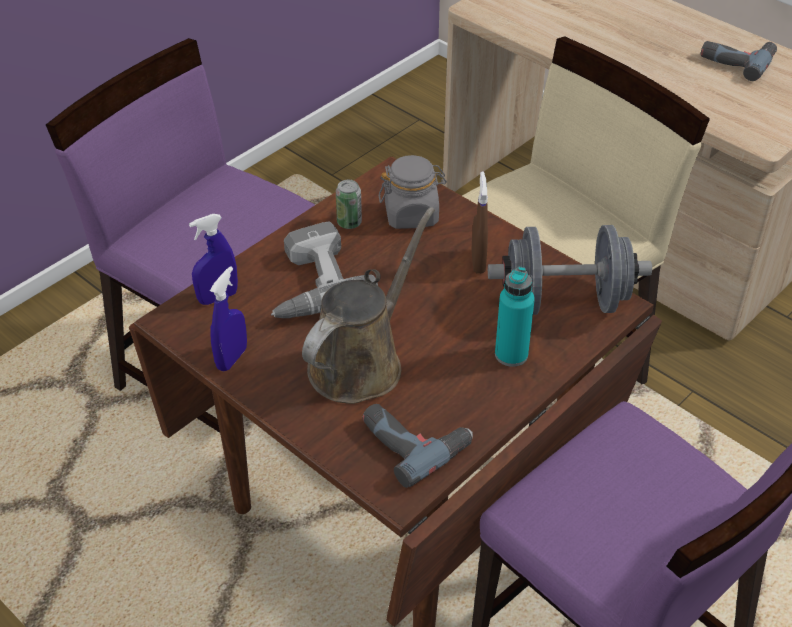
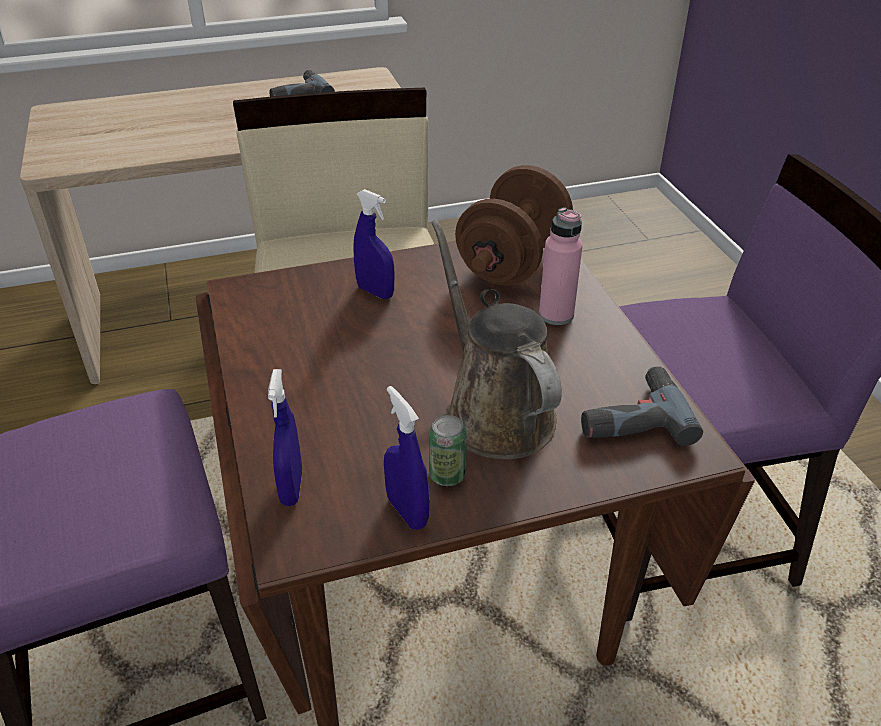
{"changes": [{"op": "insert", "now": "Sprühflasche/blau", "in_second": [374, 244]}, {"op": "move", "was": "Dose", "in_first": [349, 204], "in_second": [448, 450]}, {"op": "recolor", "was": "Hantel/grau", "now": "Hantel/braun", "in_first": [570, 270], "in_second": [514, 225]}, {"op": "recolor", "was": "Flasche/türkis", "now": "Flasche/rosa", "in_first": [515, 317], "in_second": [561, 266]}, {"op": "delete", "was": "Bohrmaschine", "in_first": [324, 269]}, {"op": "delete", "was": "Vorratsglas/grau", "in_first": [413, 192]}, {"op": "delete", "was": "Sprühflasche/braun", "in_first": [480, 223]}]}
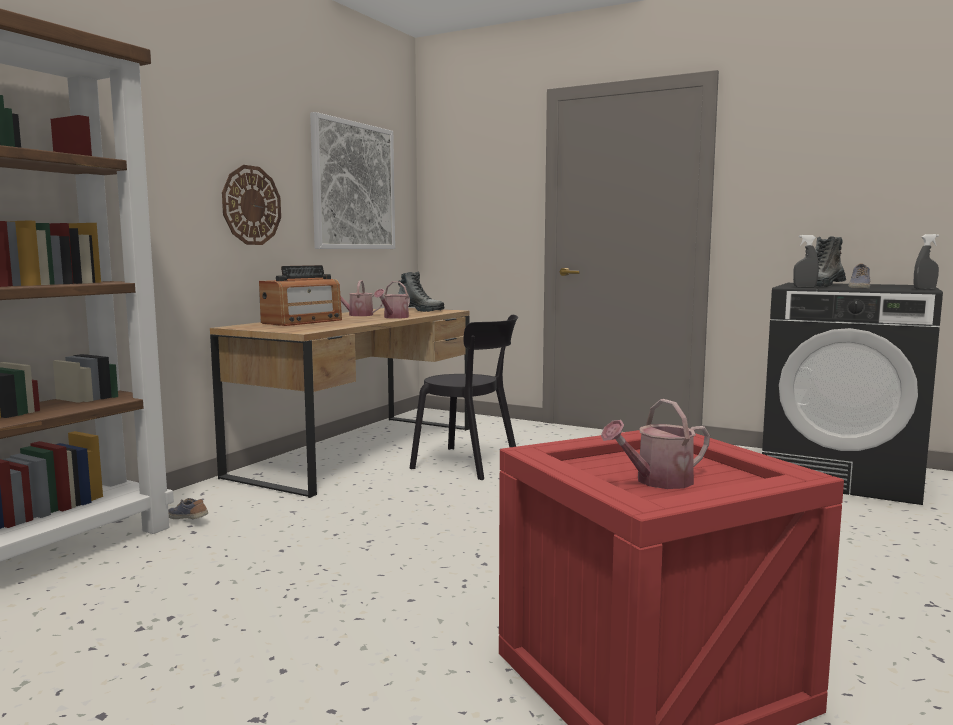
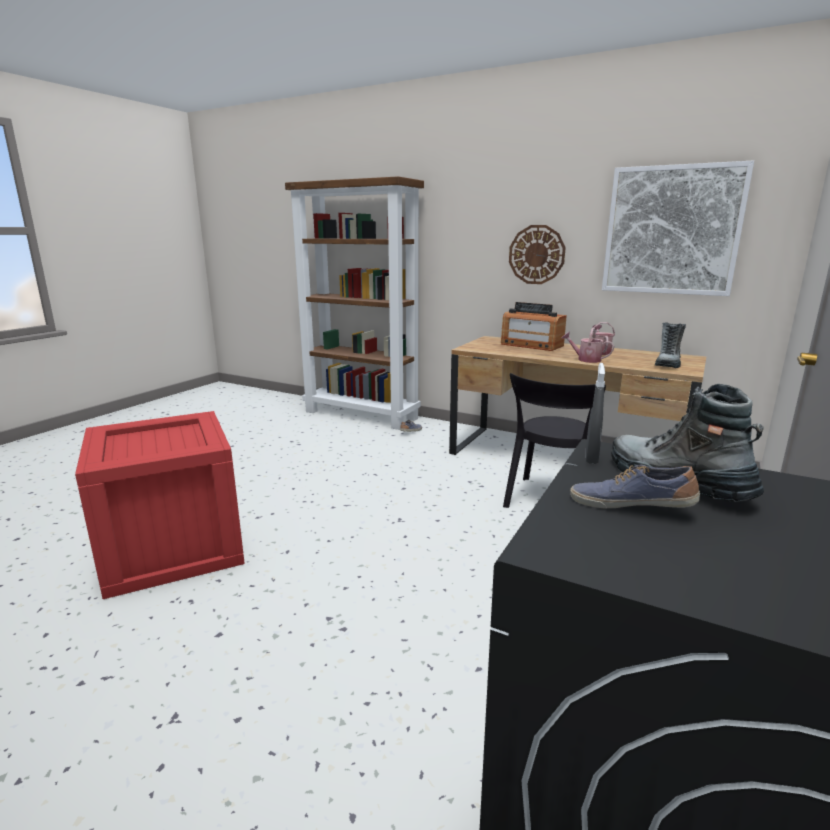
{"changes": [{"op": "delete", "was": "Gießkanne", "in_first": [655, 444]}, {"op": "delete", "was": "Sprühflasche/grau", "in_first": [926, 262]}]}
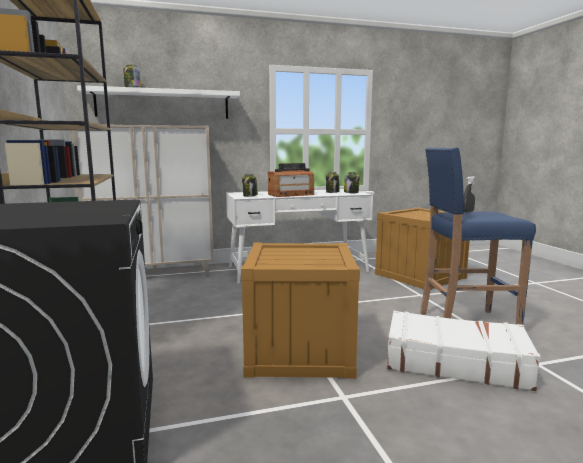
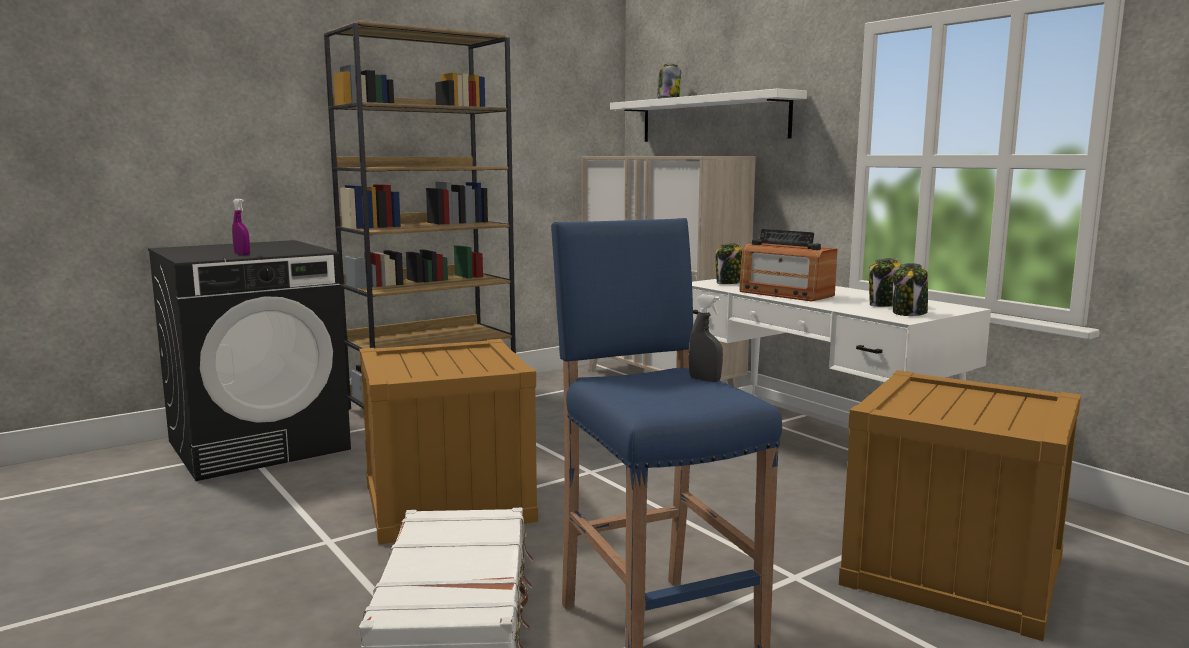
{"changes": [{"op": "insert", "now": "Sprühflasche/lila", "in_second": [241, 227]}]}
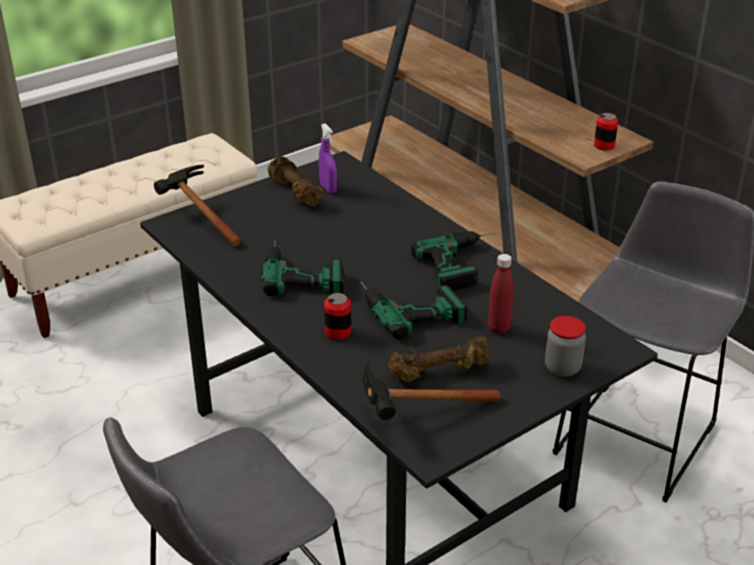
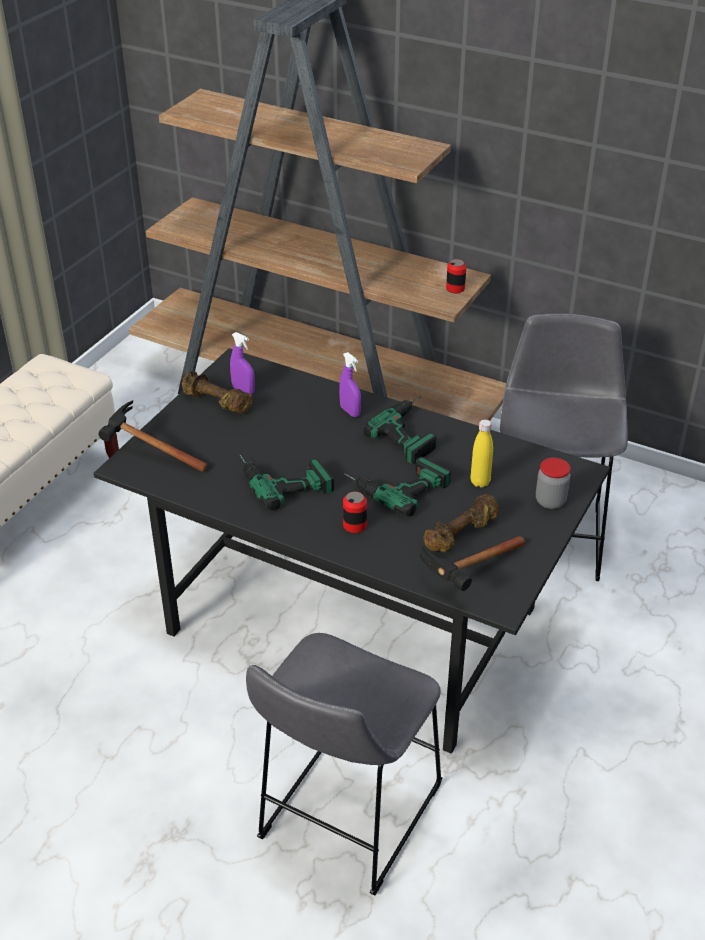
{"changes": [{"op": "insert", "now": "Sprühflasche/lila", "in_second": [350, 384]}, {"op": "recolor", "was": "Flasche/rot", "now": "Flasche/gelb", "in_first": [501, 294], "in_second": [481, 453]}]}
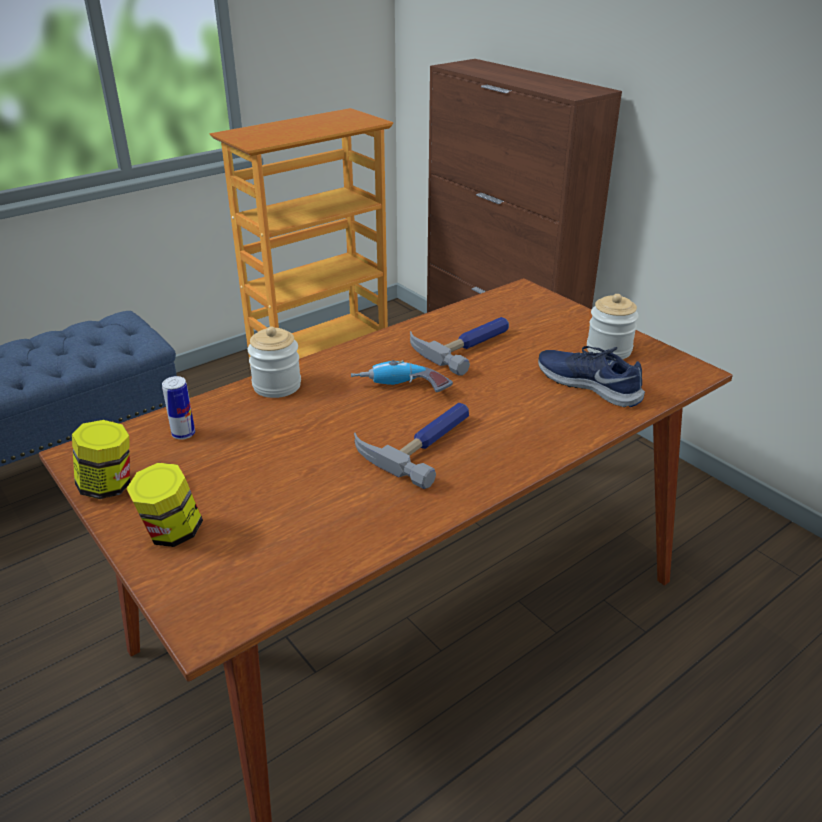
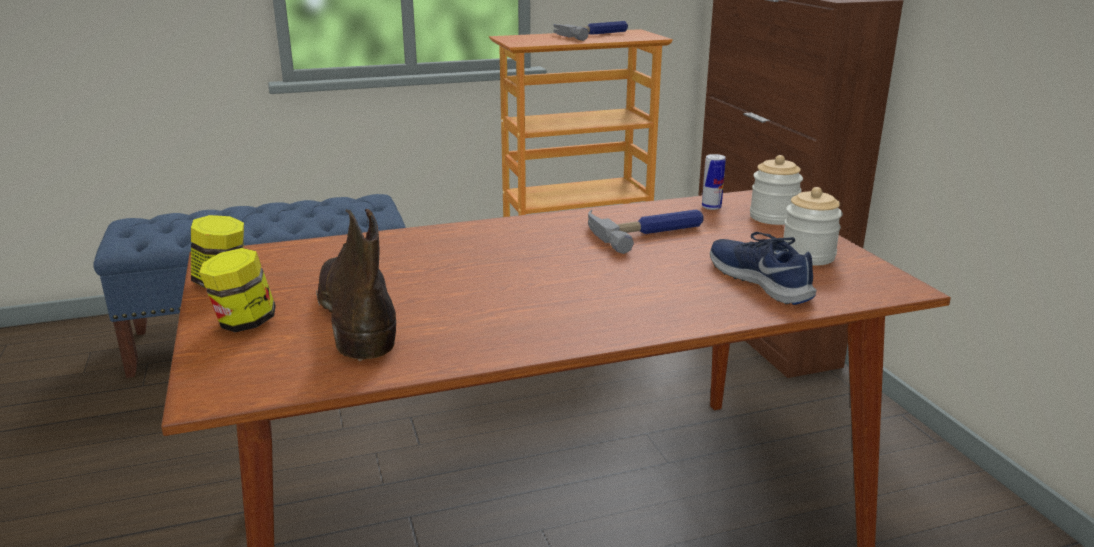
{"changes": [{"op": "insert", "now": "Stiefel/braun", "in_second": [356, 285]}, {"op": "move", "was": "Hammer", "in_first": [411, 446], "in_second": [590, 31]}, {"op": "move", "was": "Dose", "in_first": [178, 407], "in_second": [714, 182]}, {"op": "move", "was": "Vorratsglas", "in_first": [274, 362], "in_second": [776, 190]}, {"op": "delete", "was": "Bohrmaschine", "in_first": [402, 376]}]}
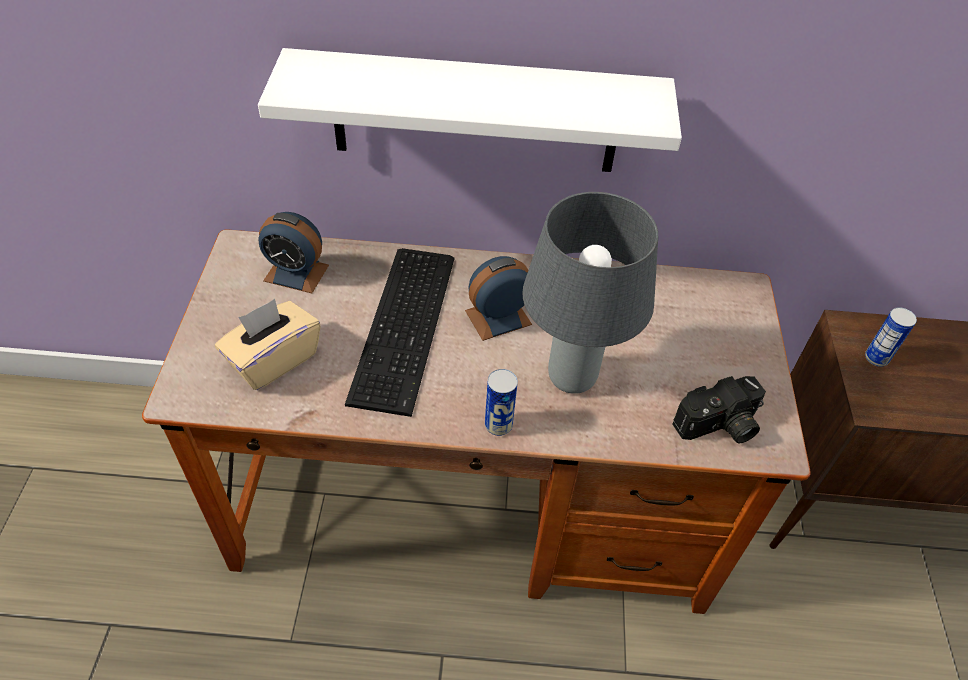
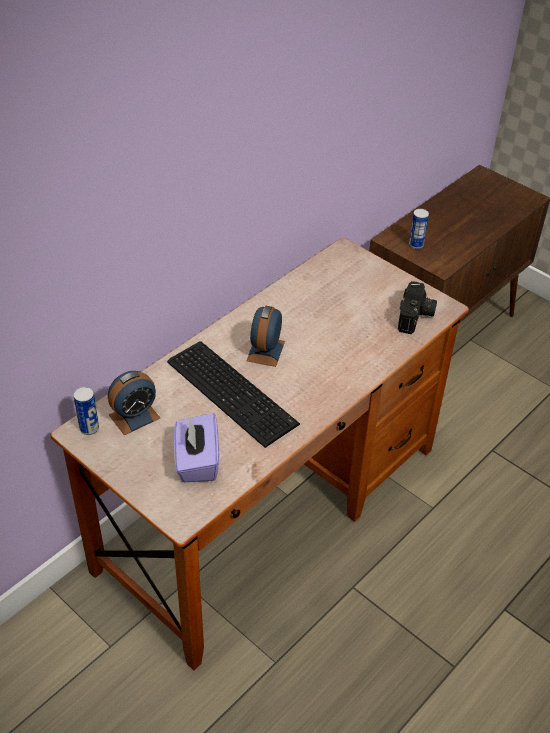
{"changes": [{"op": "move", "was": "Dose", "in_first": [501, 402], "in_second": [86, 411]}, {"op": "recolor", "was": "Taschentuchbox/beige", "now": "Taschentuchbox/lila", "in_first": [267, 344], "in_second": [196, 447]}, {"op": "delete", "was": "Wandregal/weiß", "in_first": [470, 110]}, {"op": "delete", "was": "Tischlampe/grau", "in_first": [590, 293]}]}
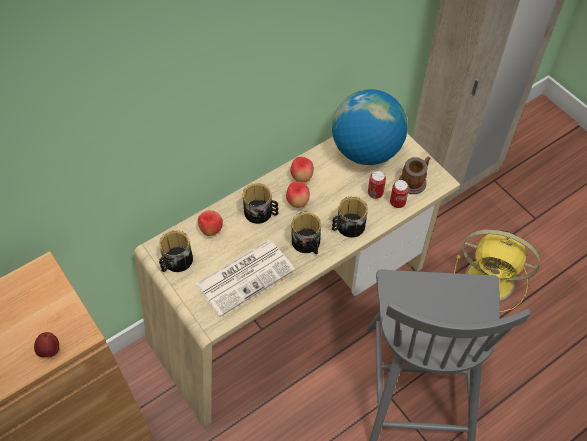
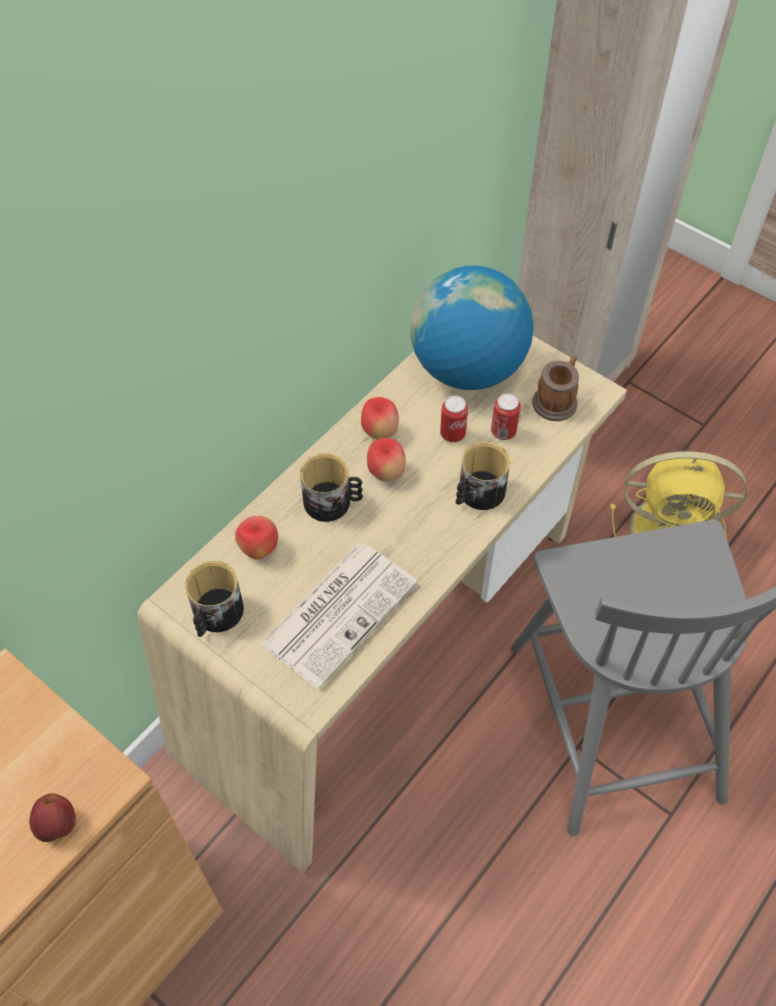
{"changes": [{"op": "move", "was": "Dose", "in_first": [399, 194], "in_second": [454, 419]}, {"op": "delete", "was": "Henkelbecher", "in_first": [306, 233]}]}
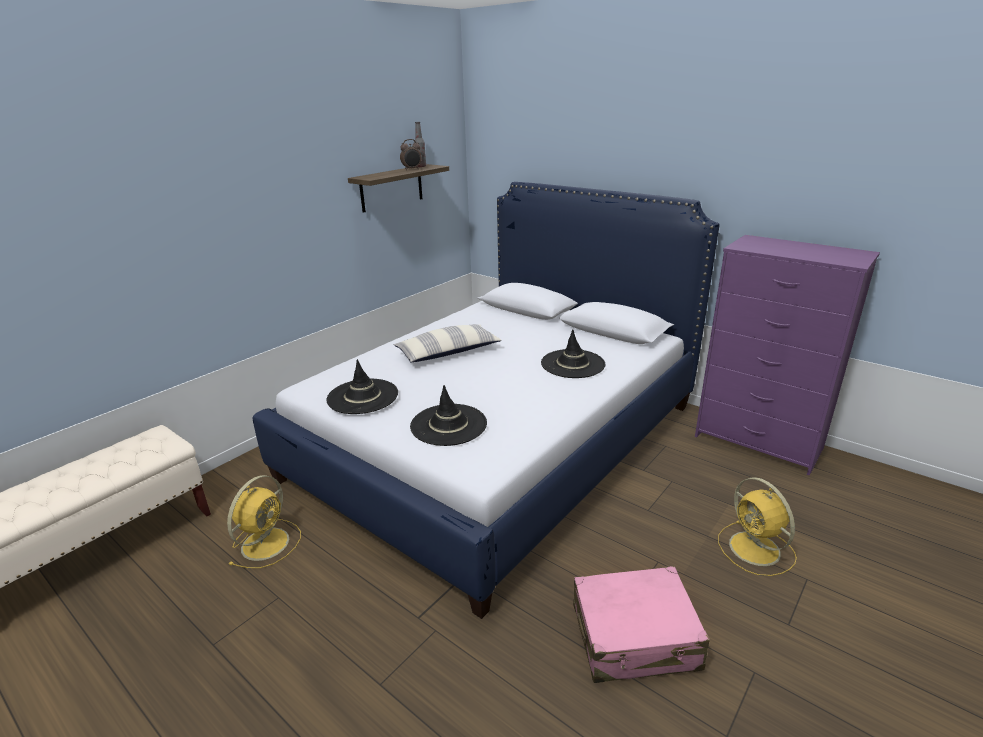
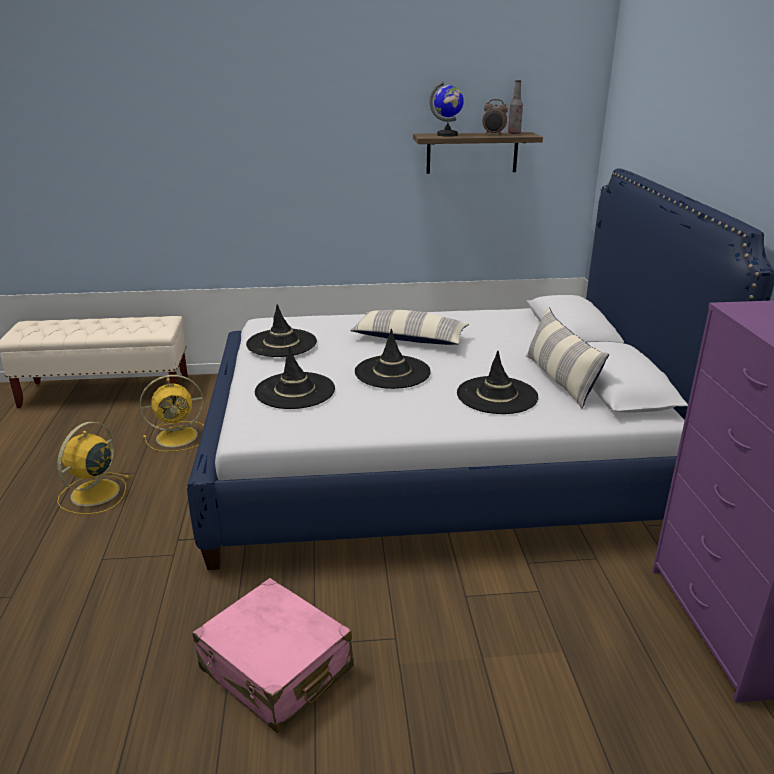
{"changes": [{"op": "move", "was": "Ventilator/gelb", "in_first": [757, 526], "in_second": [93, 468]}, {"op": "insert", "now": "Hut/schwarz", "in_second": [393, 359]}, {"op": "insert", "now": "Globus", "in_second": [446, 109]}, {"op": "insert", "now": "Kissen", "in_second": [567, 357]}]}
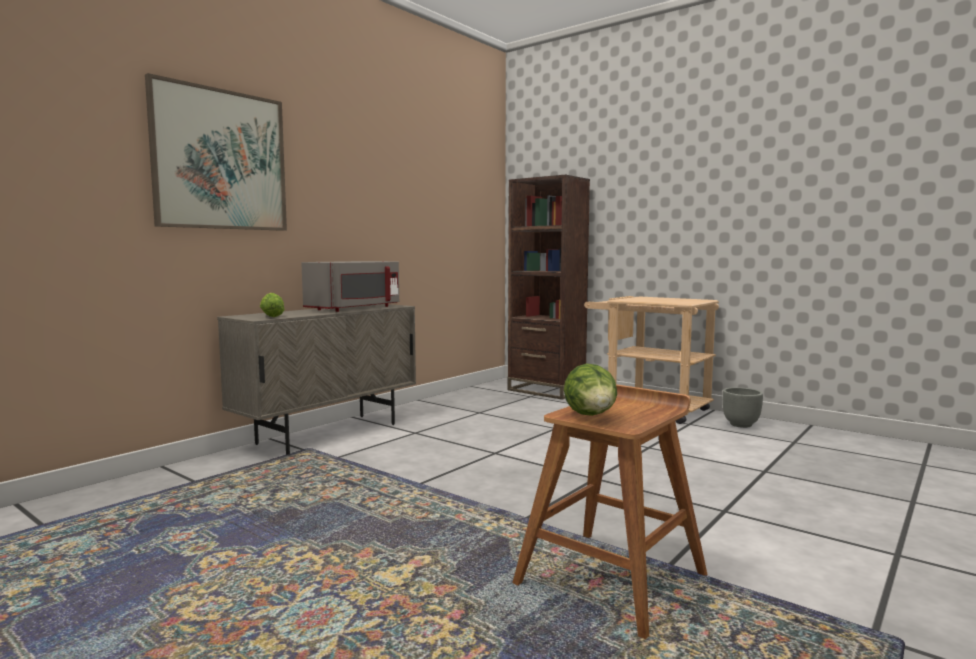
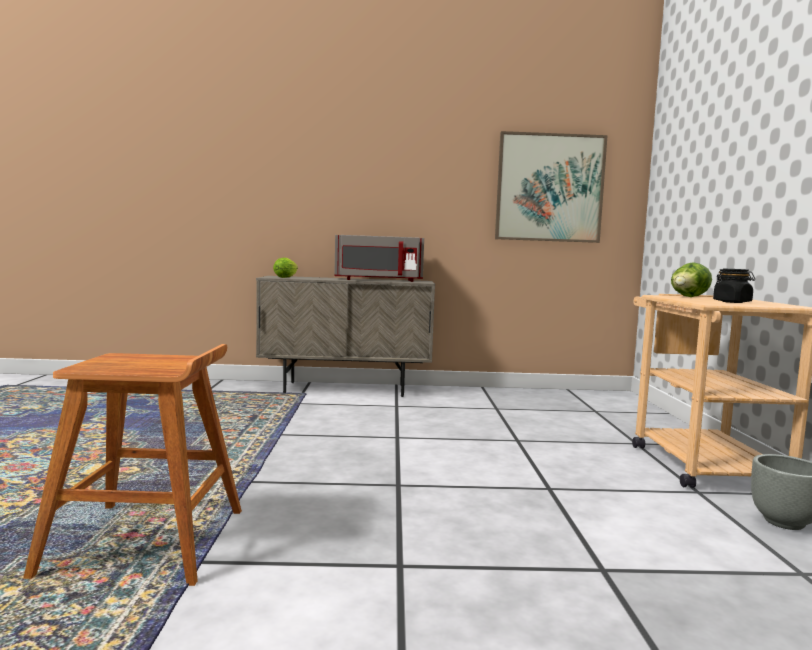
{"changes": [{"op": "move", "was": "Bild", "in_first": [216, 152], "in_second": [551, 187]}, {"op": "move", "was": "Salatkopf", "in_first": [590, 389], "in_second": [691, 279]}, {"op": "insert", "now": "Vorratsglas/schwarz", "in_second": [734, 286]}, {"op": "delete", "was": "Bücherregal/braun", "in_first": [548, 287]}]}
